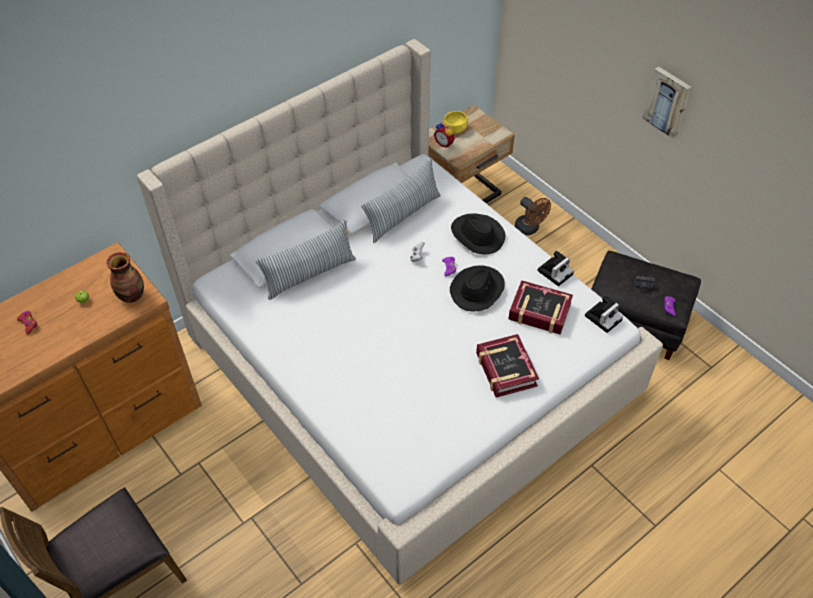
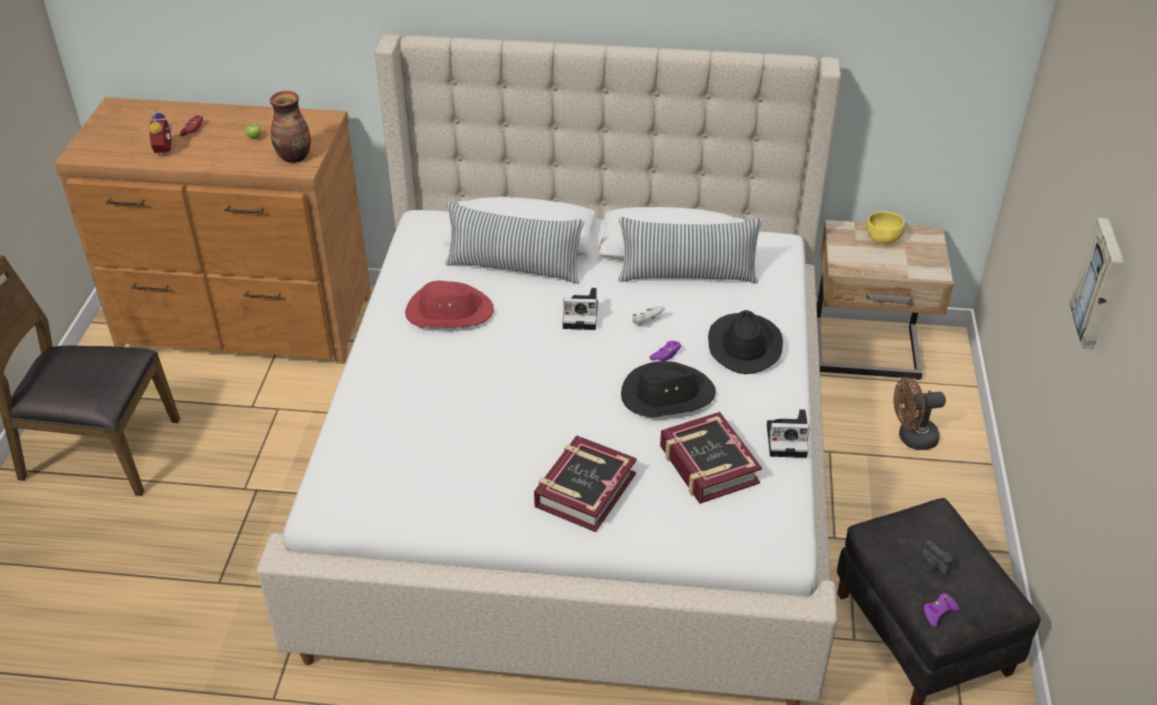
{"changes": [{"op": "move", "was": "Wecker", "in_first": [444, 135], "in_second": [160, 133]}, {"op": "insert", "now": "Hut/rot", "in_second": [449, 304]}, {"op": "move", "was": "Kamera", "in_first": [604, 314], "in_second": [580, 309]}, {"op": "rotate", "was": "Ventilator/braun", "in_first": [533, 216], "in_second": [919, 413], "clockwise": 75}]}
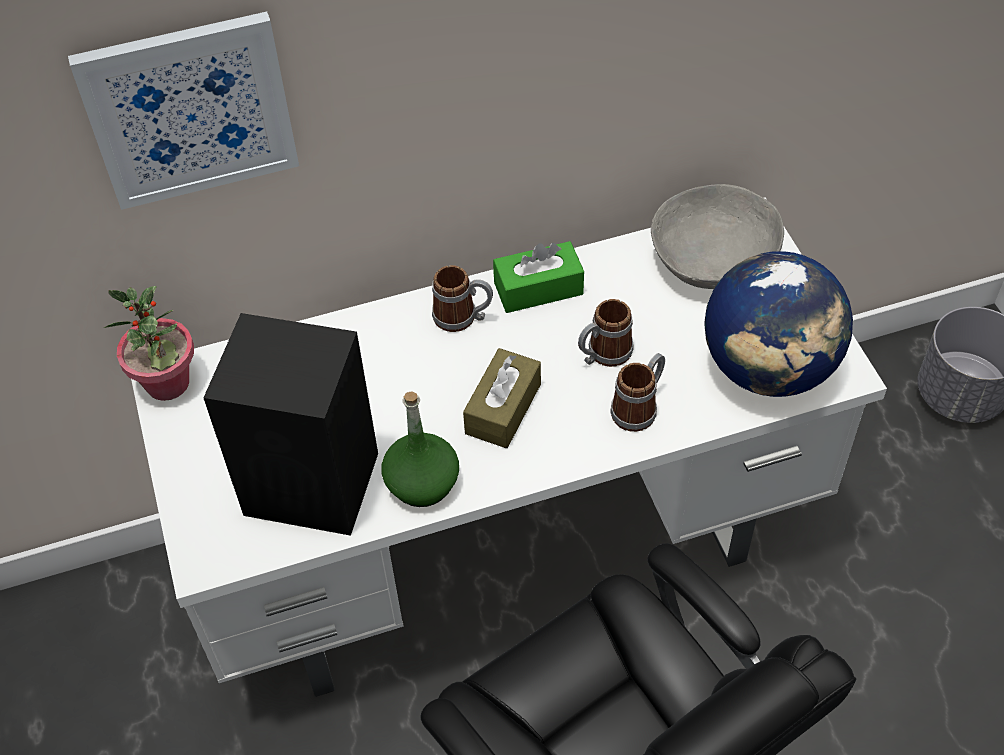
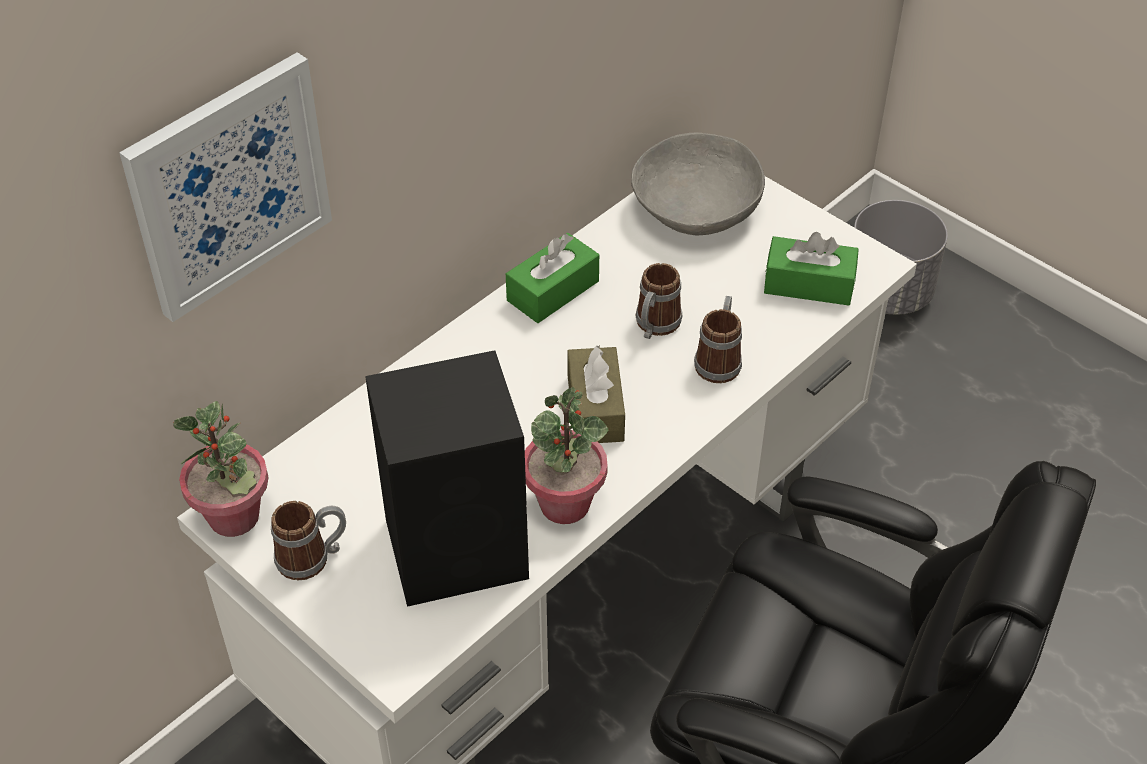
{"changes": [{"op": "move", "was": "Henkelbecher", "in_first": [462, 298], "in_second": [308, 541]}, {"op": "replace", "was": "Flasche/grün", "now": "Topfpflanze", "in_first": [420, 449], "in_second": [567, 455]}, {"op": "replace", "was": "Globus", "now": "Taschentuchbox/grün", "in_first": [778, 324], "in_second": [811, 268]}]}
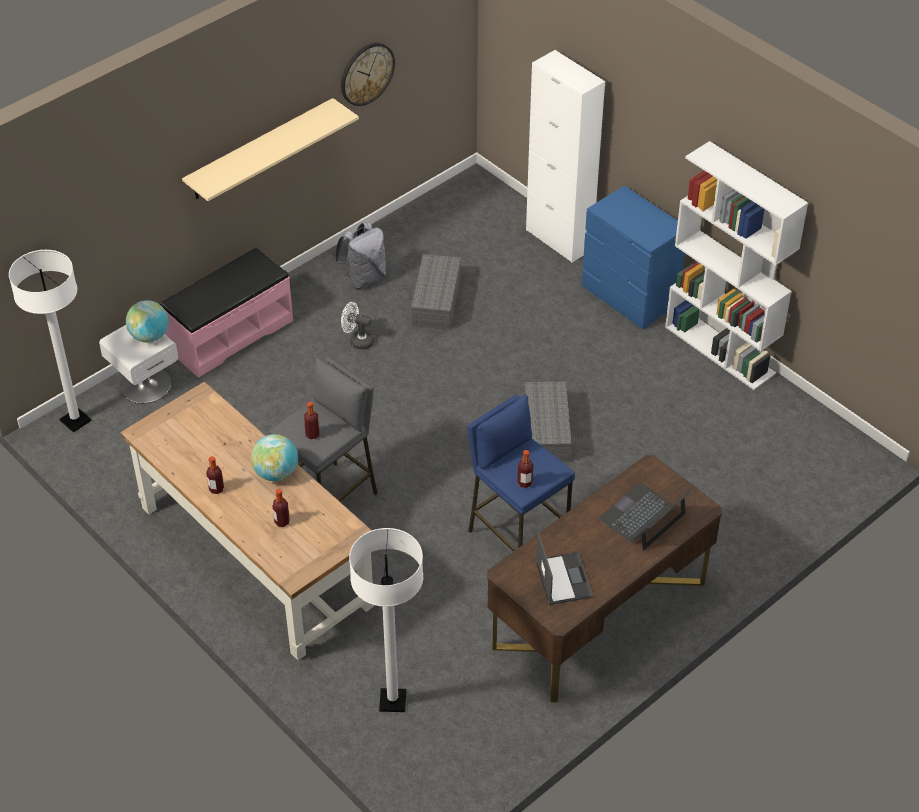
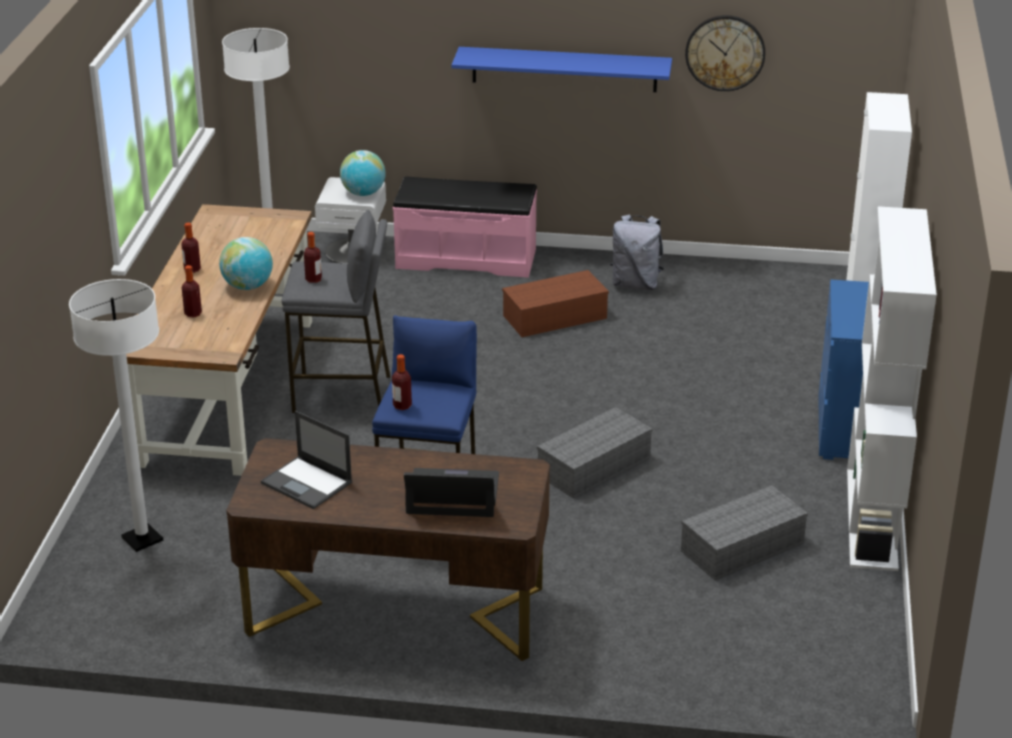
{"changes": [{"op": "rotate", "was": "Laptop", "in_first": [564, 568], "in_second": [306, 460], "clockwise": 90}, {"op": "recolor", "was": "Wandregal/beige", "now": "Wandregal/blau", "in_first": [270, 149], "in_second": [562, 69]}, {"op": "replace", "was": "Ventilator/weiß", "now": "Aufbewahrungsbox/braun", "in_first": [357, 326], "in_second": [555, 303]}, {"op": "move", "was": "Aufbewahrungsbox/grau", "in_first": [436, 292], "in_second": [744, 533]}]}
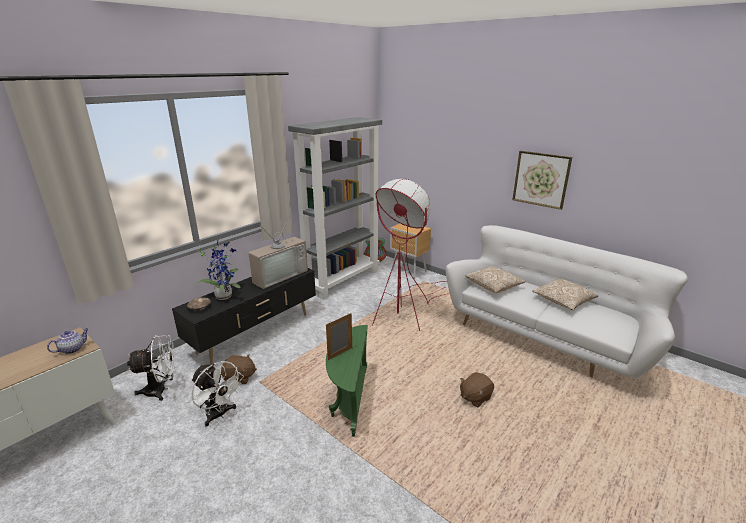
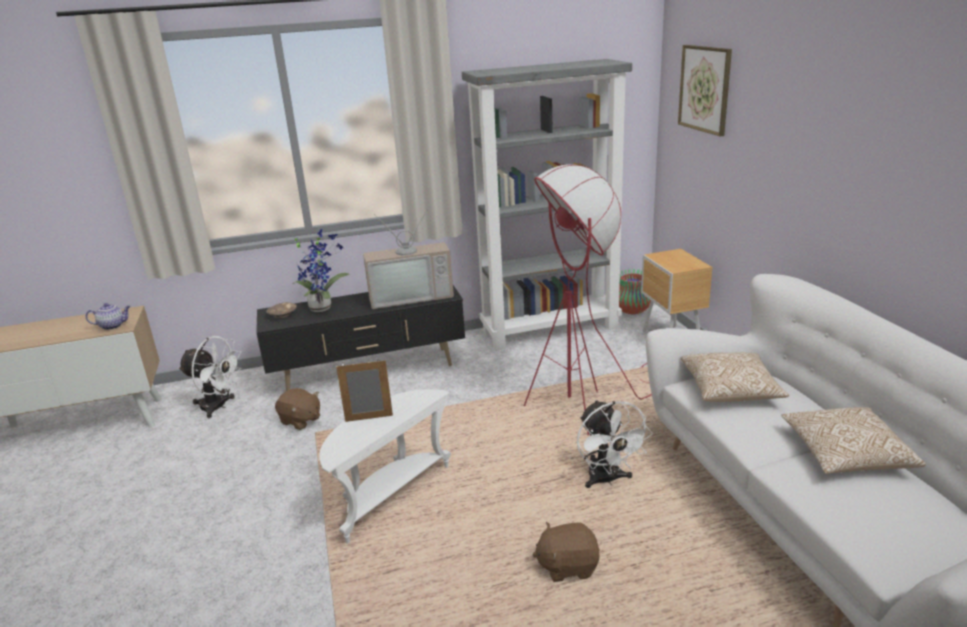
{"changes": [{"op": "recolor", "was": "Beistelltisch/grün", "now": "Beistelltisch/weiß", "in_first": [347, 381], "in_second": [385, 466]}, {"op": "move", "was": "Ventilator/weiß", "in_first": [217, 394], "in_second": [615, 444]}, {"op": "move", "was": "Bild", "in_first": [542, 180], "in_second": [705, 90]}]}
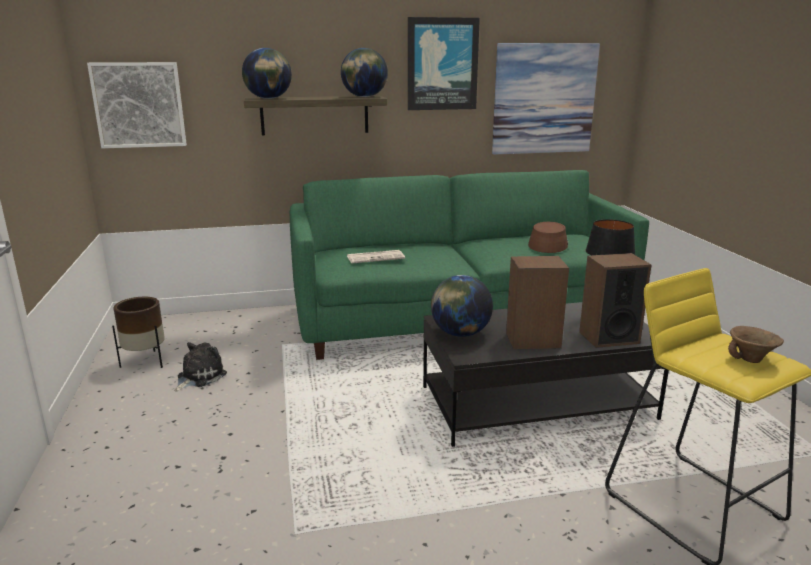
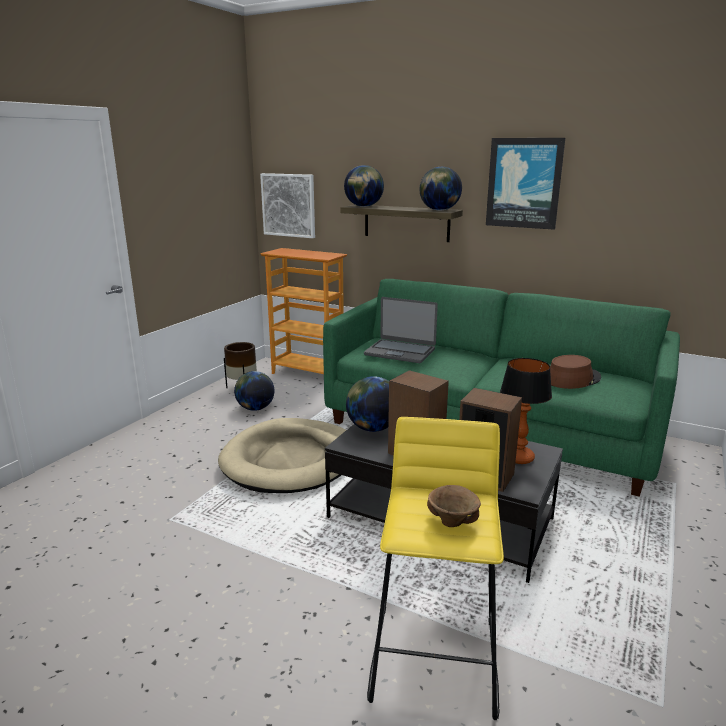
{"changes": [{"op": "insert", "now": "Hundebett/beige", "in_second": [282, 455]}, {"op": "replace", "was": "Plüschtier", "now": "Globus", "in_first": [200, 367], "in_second": [254, 391]}, {"op": "insert", "now": "Bücherregal", "in_second": [304, 311]}, {"op": "replace", "was": "Zeitung", "now": "Laptop", "in_first": [376, 256], "in_second": [401, 330]}, {"op": "delete", "was": "Bild", "in_first": [546, 99]}]}
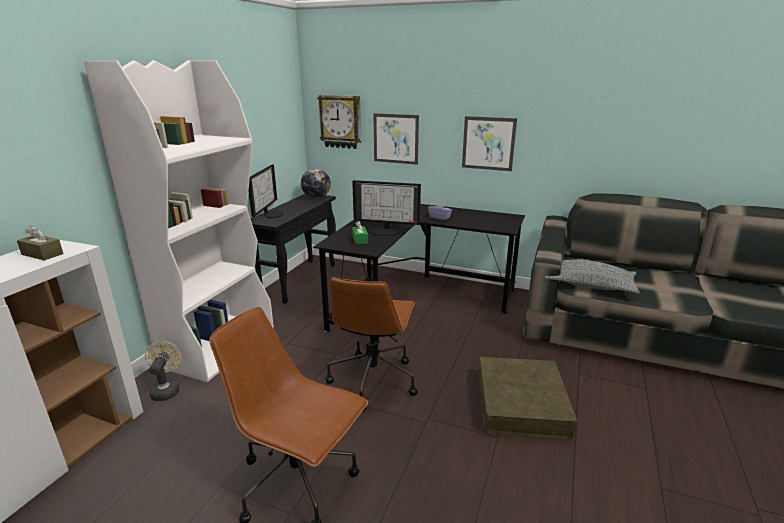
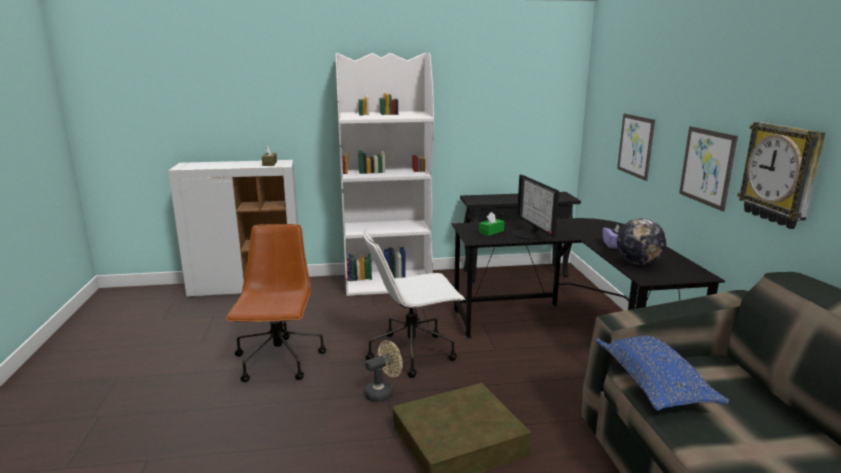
{"changes": [{"op": "recolor", "was": "Bürostuhl/braun", "now": "Bürostuhl/weiß", "in_first": [371, 344], "in_second": [414, 304]}, {"op": "move", "was": "Ventilator/beige", "in_first": [163, 371], "in_second": [383, 371]}, {"op": "recolor", "was": "Kissen/grau", "now": "Kissen/blau", "in_first": [592, 276], "in_second": [662, 373]}, {"op": "move", "was": "Globus", "in_first": [316, 183], "in_second": [642, 241]}, {"op": "move", "was": "Wanduhr", "in_first": [339, 122], "in_second": [781, 175]}, {"op": "delete", "was": "Monitor", "in_first": [266, 192]}]}
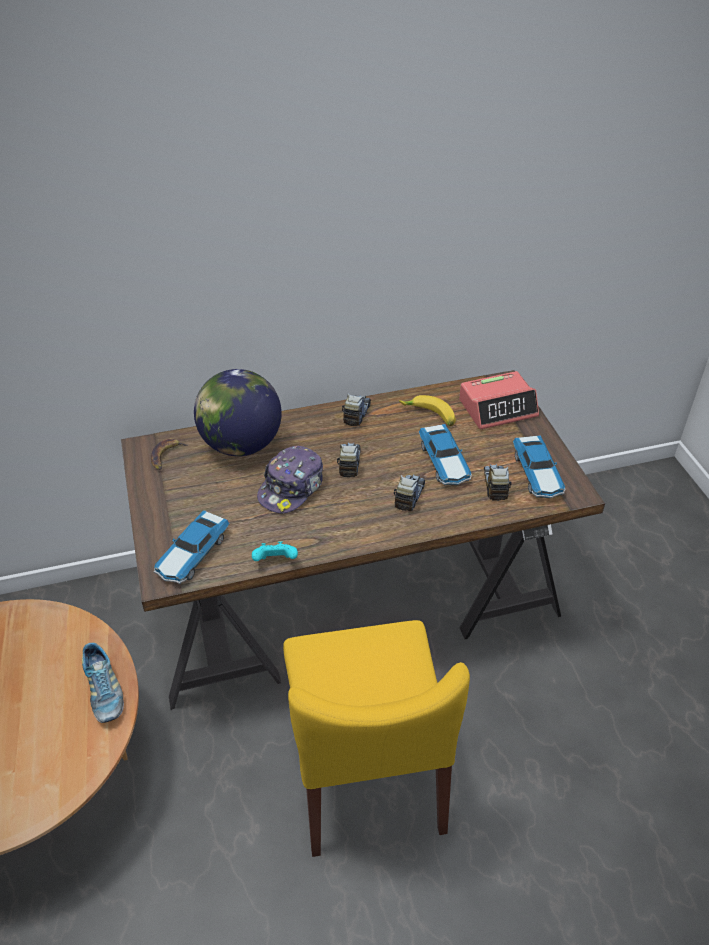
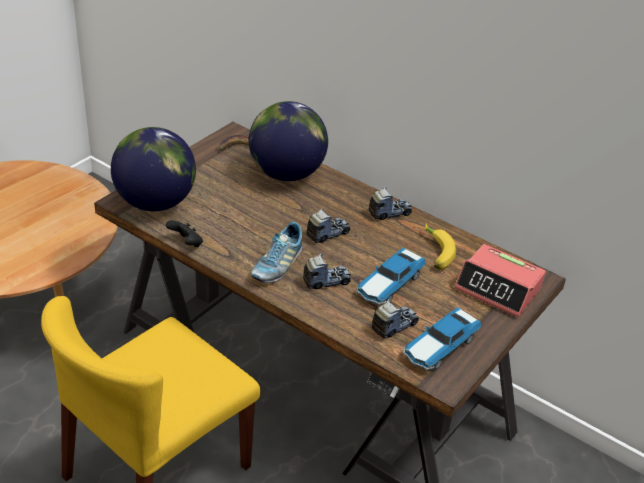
{"changes": [{"op": "replace", "was": "Spielzeugauto", "now": "Globus", "in_first": [192, 547], "in_second": [153, 169]}, {"op": "recolor", "was": "Gamepad/türkis", "now": "Gamepad/schwarz", "in_first": [275, 551], "in_second": [184, 233]}, {"op": "move", "was": "Schuh", "in_first": [103, 683], "in_second": [277, 252]}, {"op": "delete", "was": "Kappe", "in_first": [290, 480]}]}
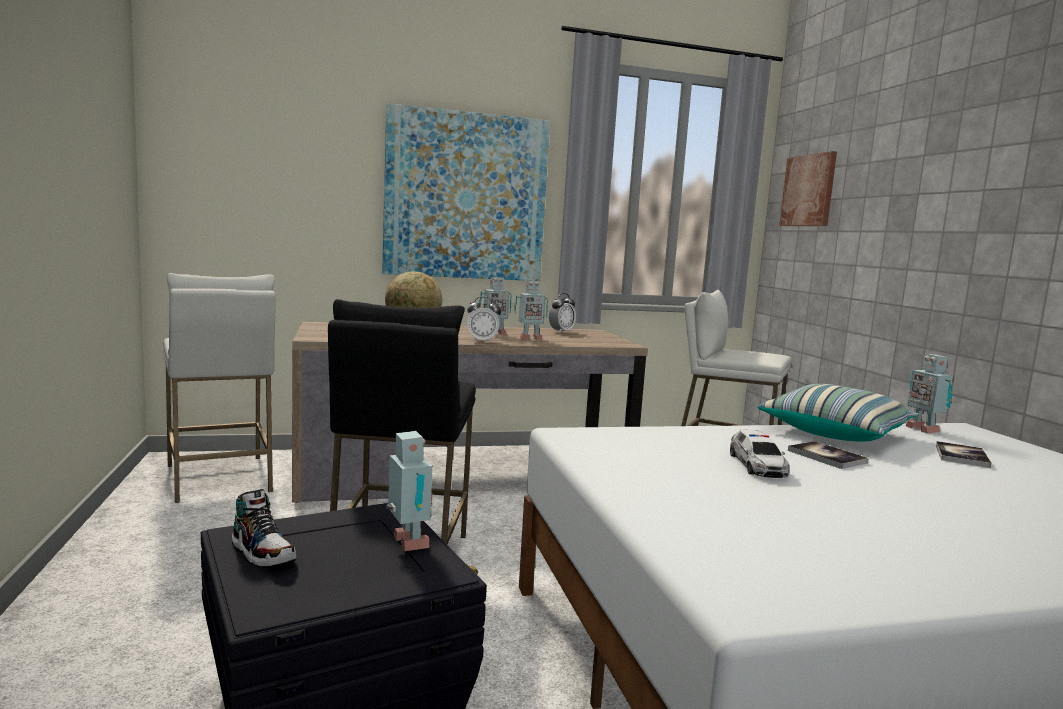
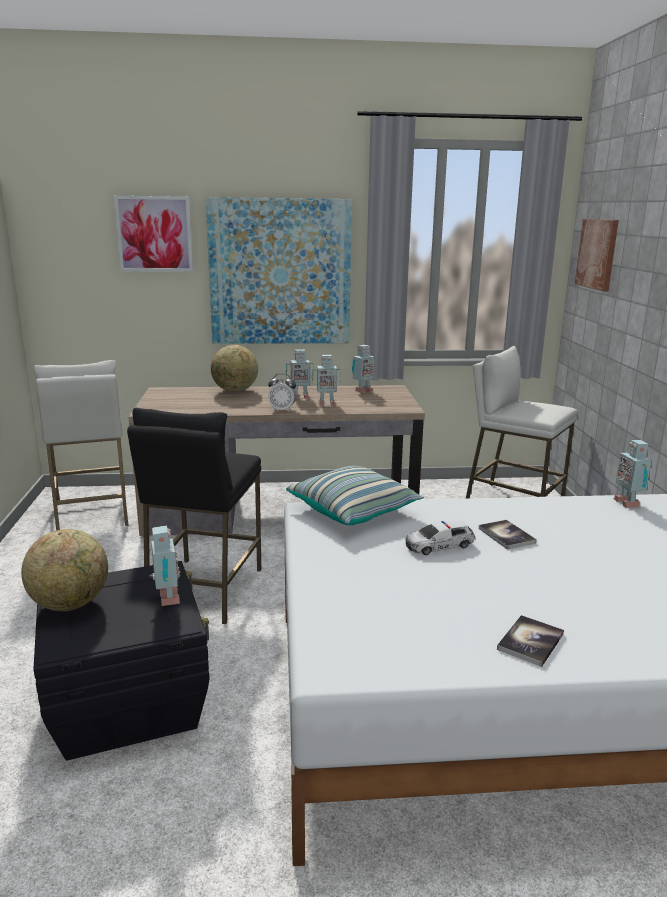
{"changes": [{"op": "replace", "was": "Schuh", "now": "Globus", "in_first": [264, 528], "in_second": [64, 570]}, {"op": "insert", "now": "Bild", "in_second": [153, 234]}, {"op": "move", "was": "Kissen", "in_first": [838, 413], "in_second": [355, 495]}, {"op": "replace", "was": "Wecker", "now": "Spielzeugroboter", "in_first": [562, 313], "in_second": [363, 369]}, {"op": "rotate", "was": "Spielzeugauto", "in_first": [760, 454], "in_second": [440, 537], "clockwise": 60}, {"op": "move", "was": "Buch", "in_first": [963, 454], "in_second": [530, 641]}]}
